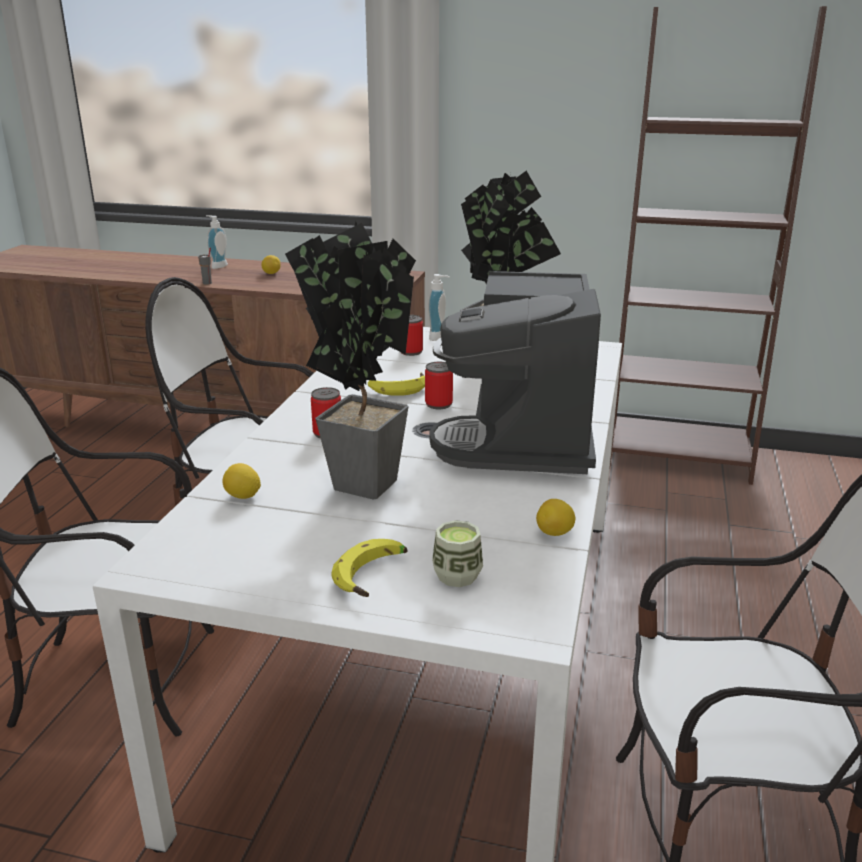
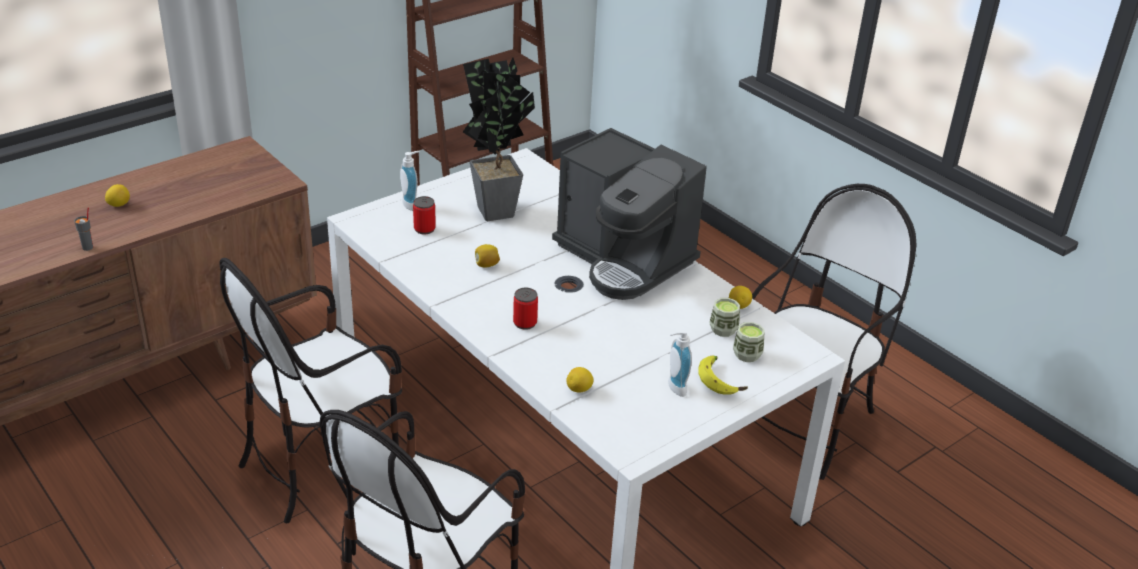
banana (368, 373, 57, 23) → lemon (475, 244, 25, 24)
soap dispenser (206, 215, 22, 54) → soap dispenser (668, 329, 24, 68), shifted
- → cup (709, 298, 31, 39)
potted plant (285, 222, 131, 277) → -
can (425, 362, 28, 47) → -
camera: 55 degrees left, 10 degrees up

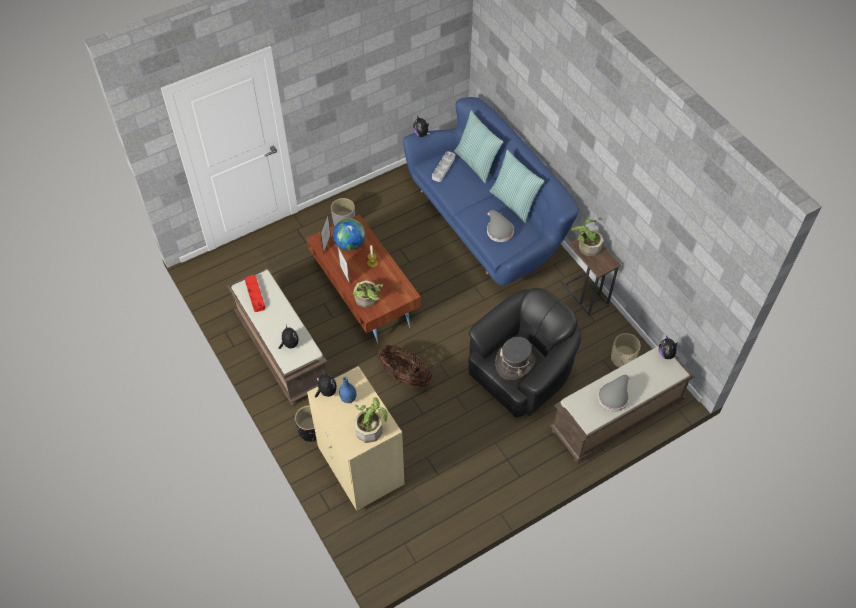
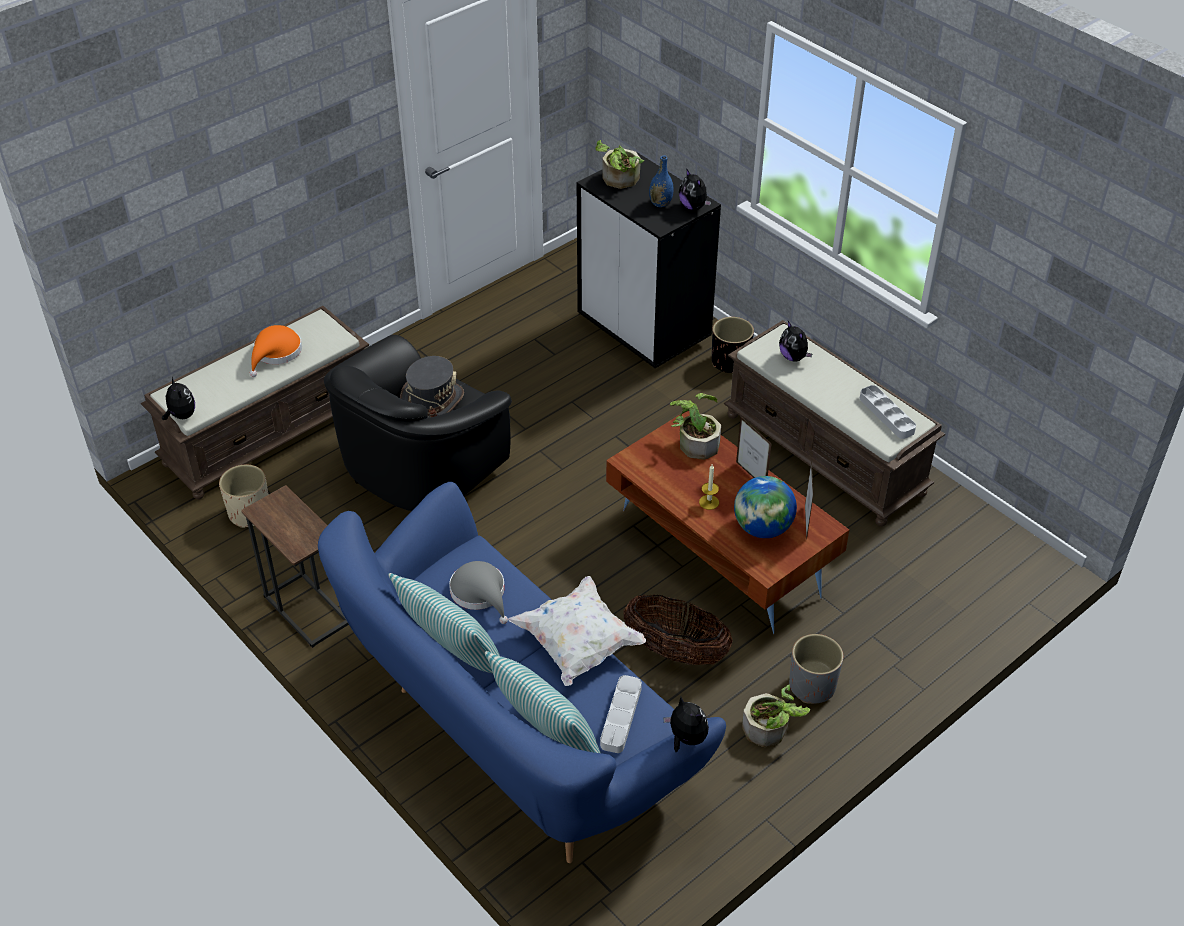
grey hat (598, 375, 31, 37) → orange hat (250, 325, 52, 52)
- → white pillow (508, 576, 138, 110)
beige cabinet (307, 366, 98, 145) → black cabinet (577, 152, 144, 216)
basket (378, 345, 54, 43) → basket (624, 595, 109, 70), shifted
potted plant (572, 219, 32, 37) → potted plant (742, 684, 68, 63), shifted
red tray (245, 275, 20, 37) → grey tray (860, 385, 56, 54)
camera: 170 degrees right, 10 degrees down

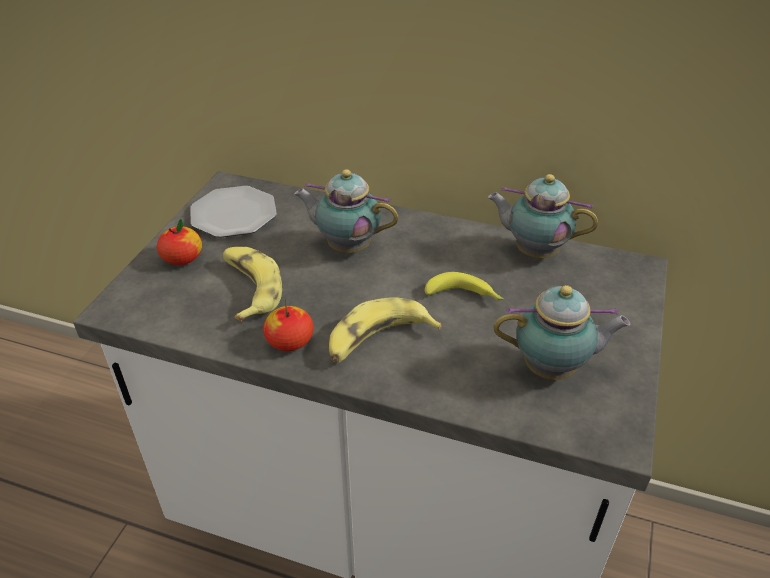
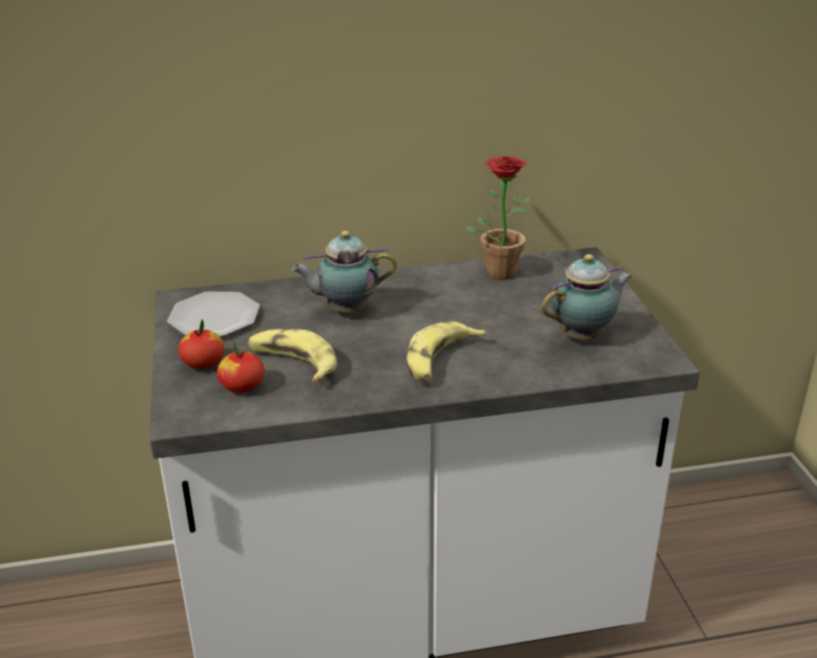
apple (263, 300, 51, 51) → apple (217, 342, 48, 51), shifted
teapot (487, 174, 111, 84) → potted plant (465, 156, 66, 124)
banana (425, 272, 79, 29) → -
camera: 30 degrees left, 10 degrees down

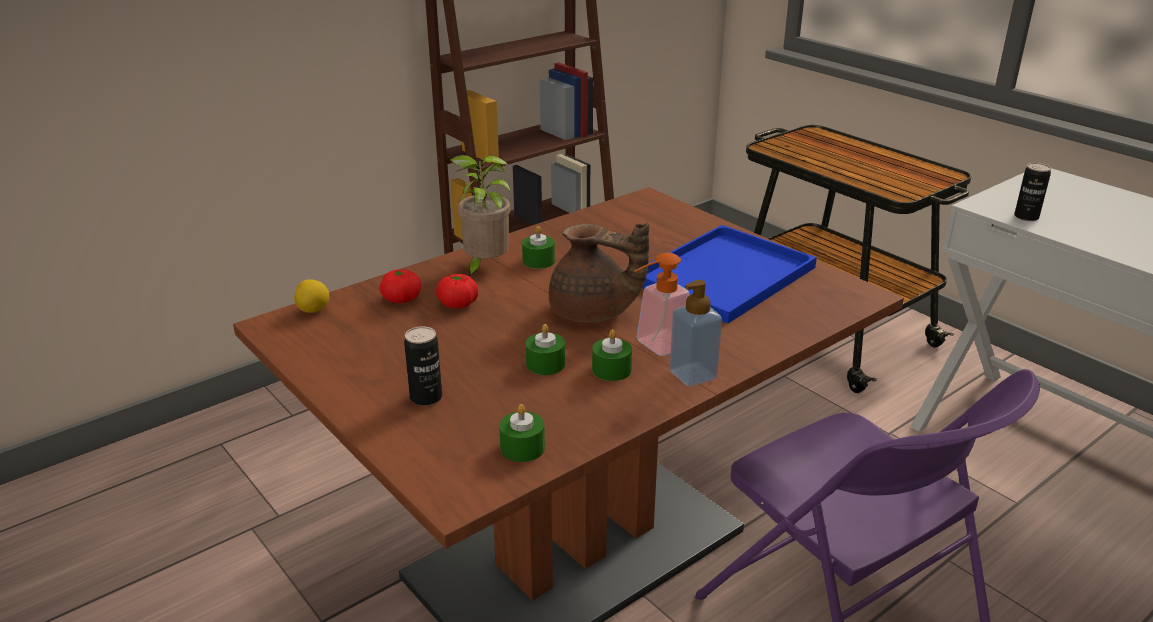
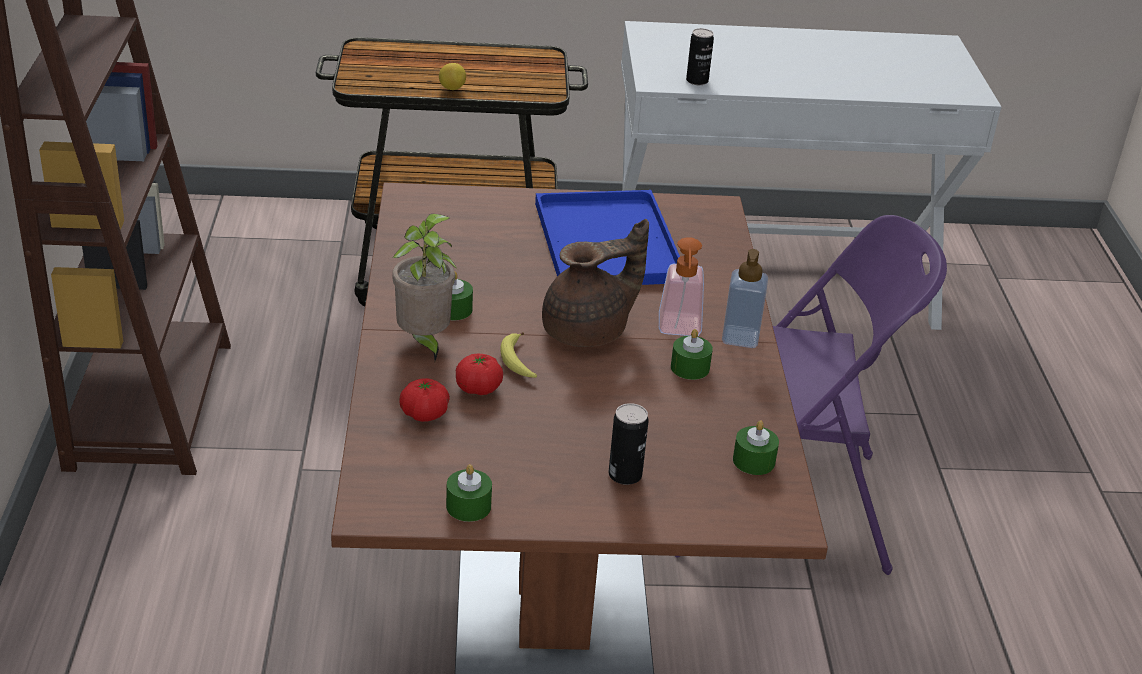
lemon (294, 279, 35, 34) → lemon (439, 63, 27, 27), shifted
green candle (526, 324, 39, 51) → green candle (446, 464, 46, 58), shifted
- → banana (500, 332, 37, 46)
camera: 55 degrees left, 5 degrees up

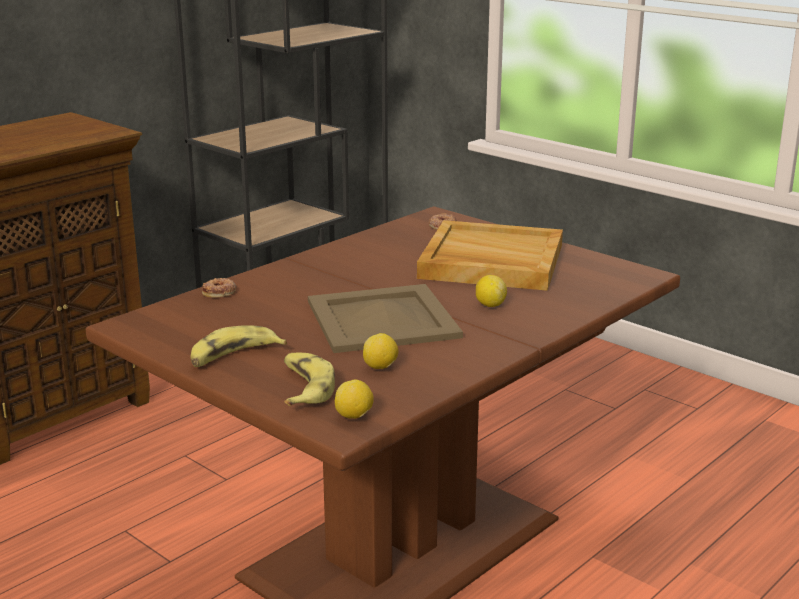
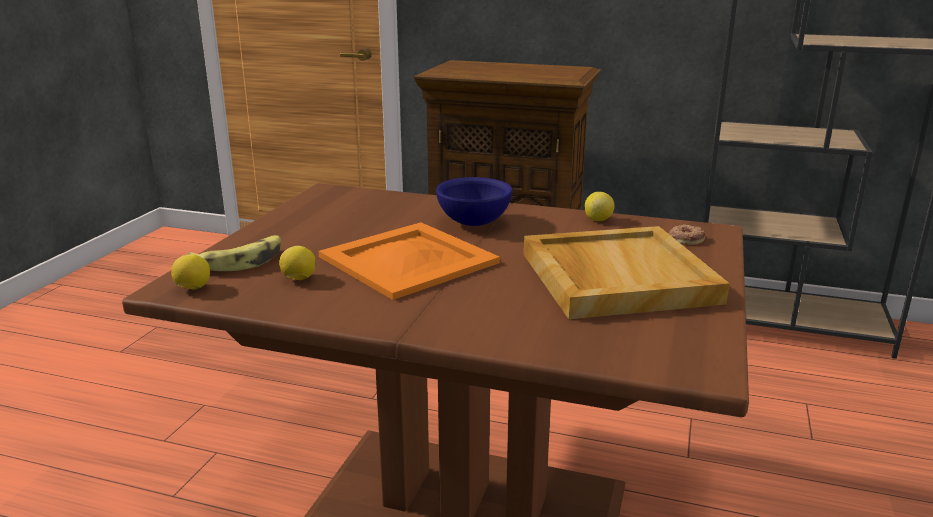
beige tray (308, 284, 155, 69) → orange tray (318, 222, 182, 78)
- → blue bowl (436, 177, 76, 49)
lemon (476, 275, 31, 32) → lemon (585, 192, 30, 29), shifted
banana (191, 325, 96, 42) → -
donut (202, 278, 34, 20) → -
camera: 65 degrees right, 0 degrees up

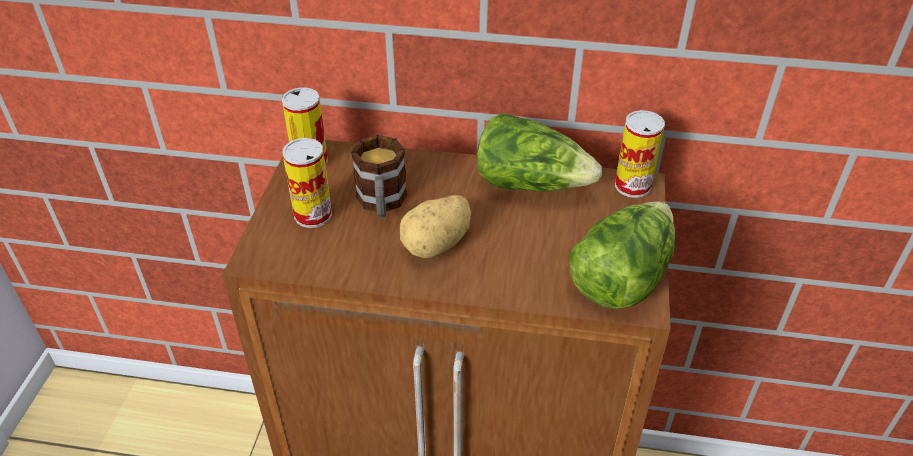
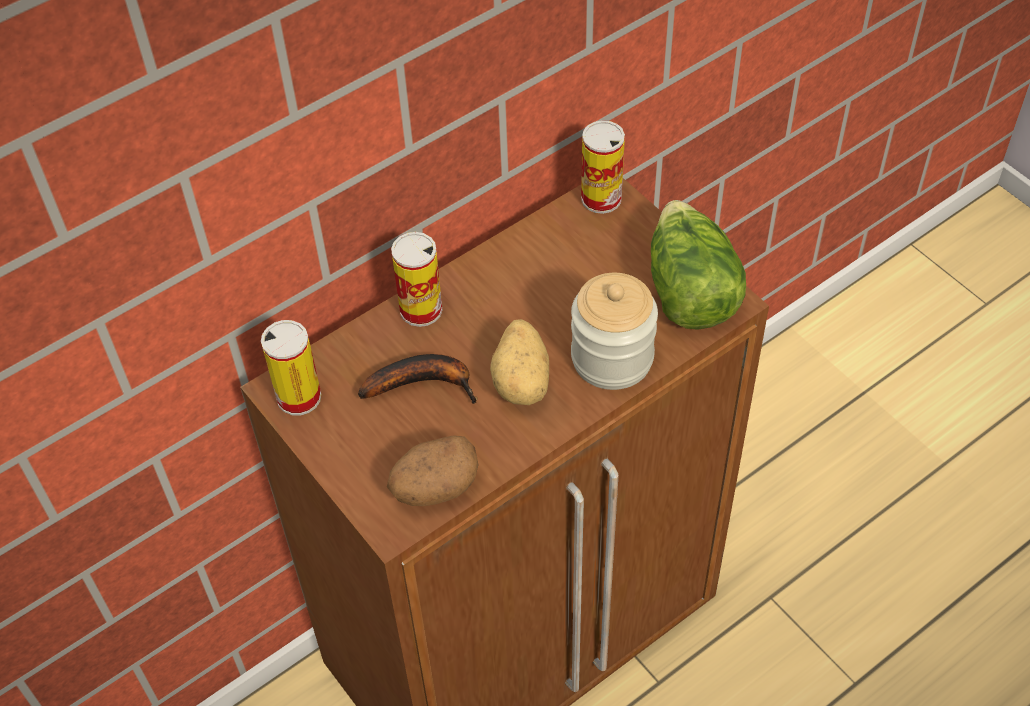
mug (351, 135, 56, 82) → banana (358, 354, 119, 50)
- → potato (387, 435, 91, 71)
can (282, 138, 50, 90) → can (391, 232, 52, 95), shifted
- → jar (571, 273, 87, 117)
lettuce (477, 113, 125, 79) → -
camera: 45 degrees left, 10 degrees up

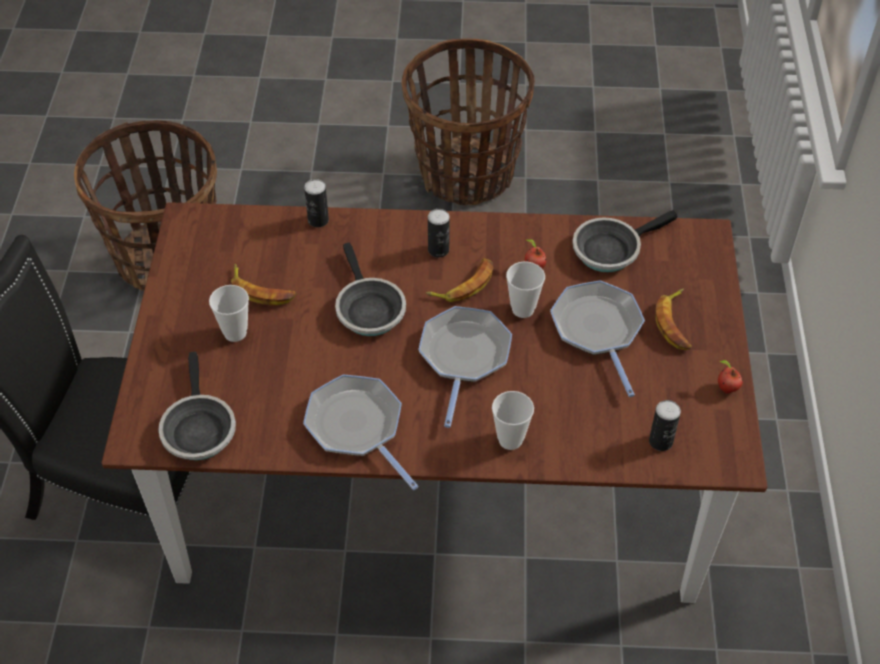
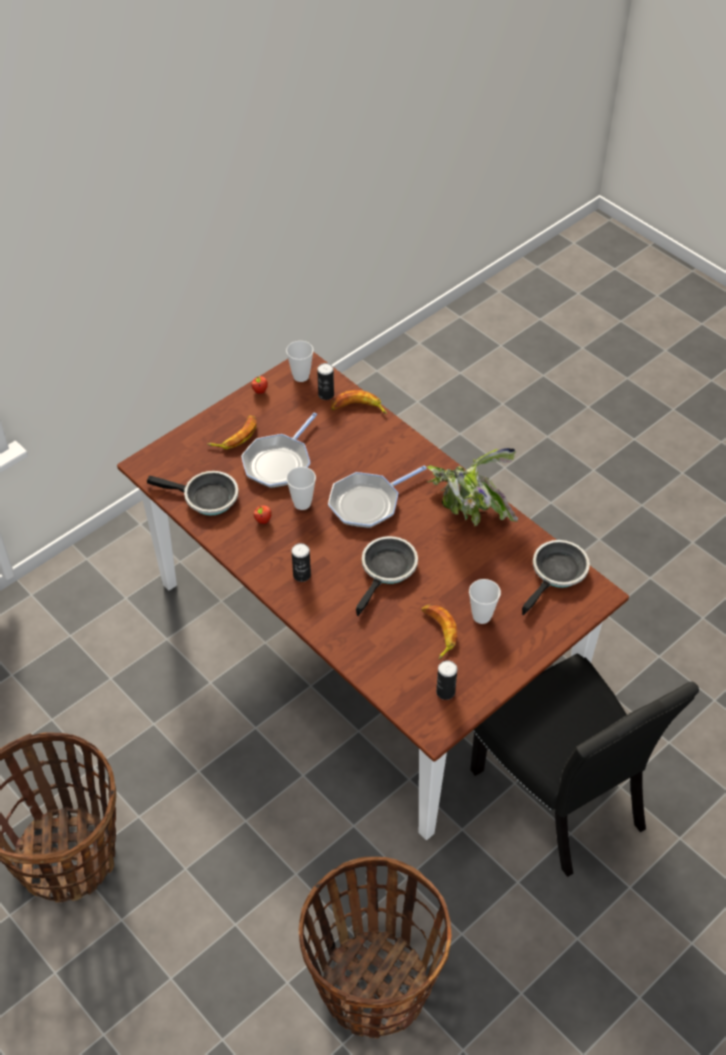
cup (492, 391, 42, 59) → cup (286, 341, 28, 41), shifted
banana (426, 258, 67, 44) → banana (331, 390, 56, 24), shifted
frying pan (303, 374, 116, 116) → potted plant (427, 448, 91, 79)
can (304, 179, 25, 48) → can (436, 660, 21, 40), shifted
camera: 135 degrees left, 0 degrees up

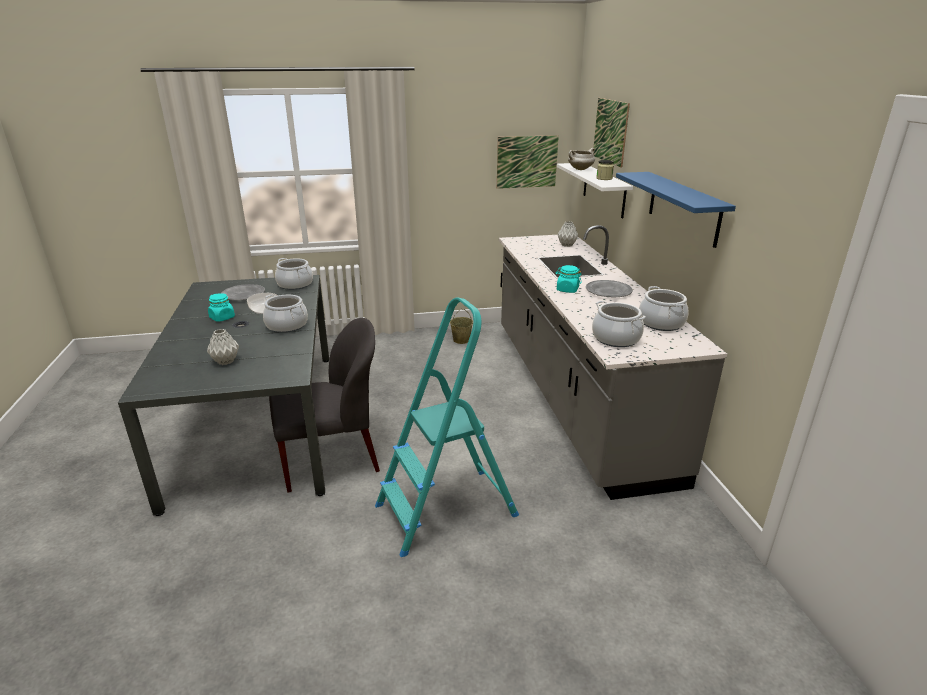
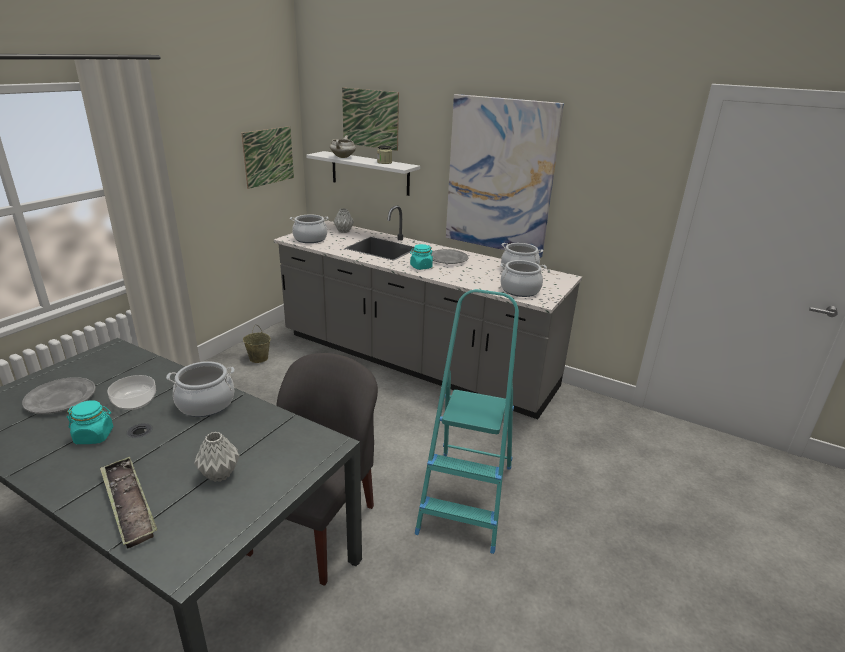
- → tray (100, 456, 58, 93)
cooking pot (275, 258, 38, 32) → cooking pot (290, 215, 38, 28), shifted
blue shelf (616, 172, 120, 76) → picture (446, 94, 118, 164)
camera: 50 degrees left, 0 degrees up

